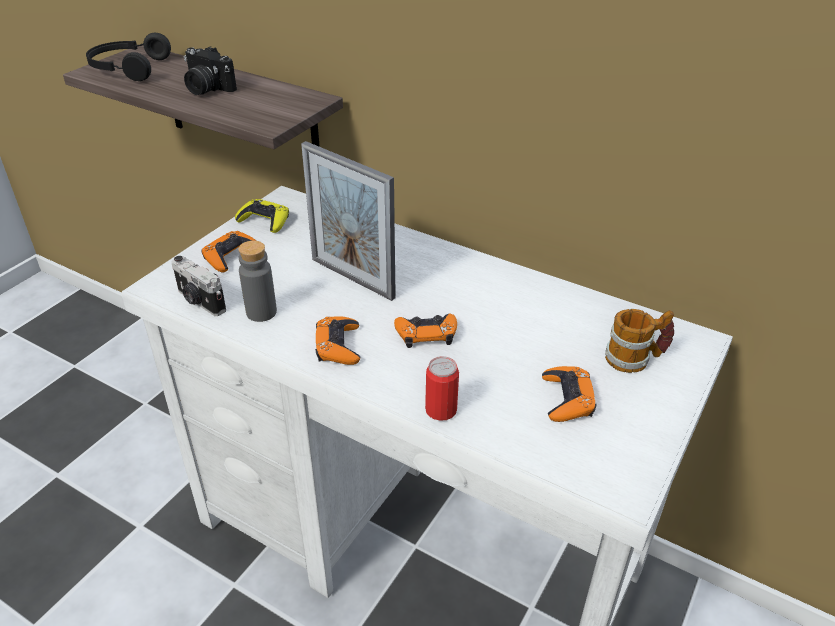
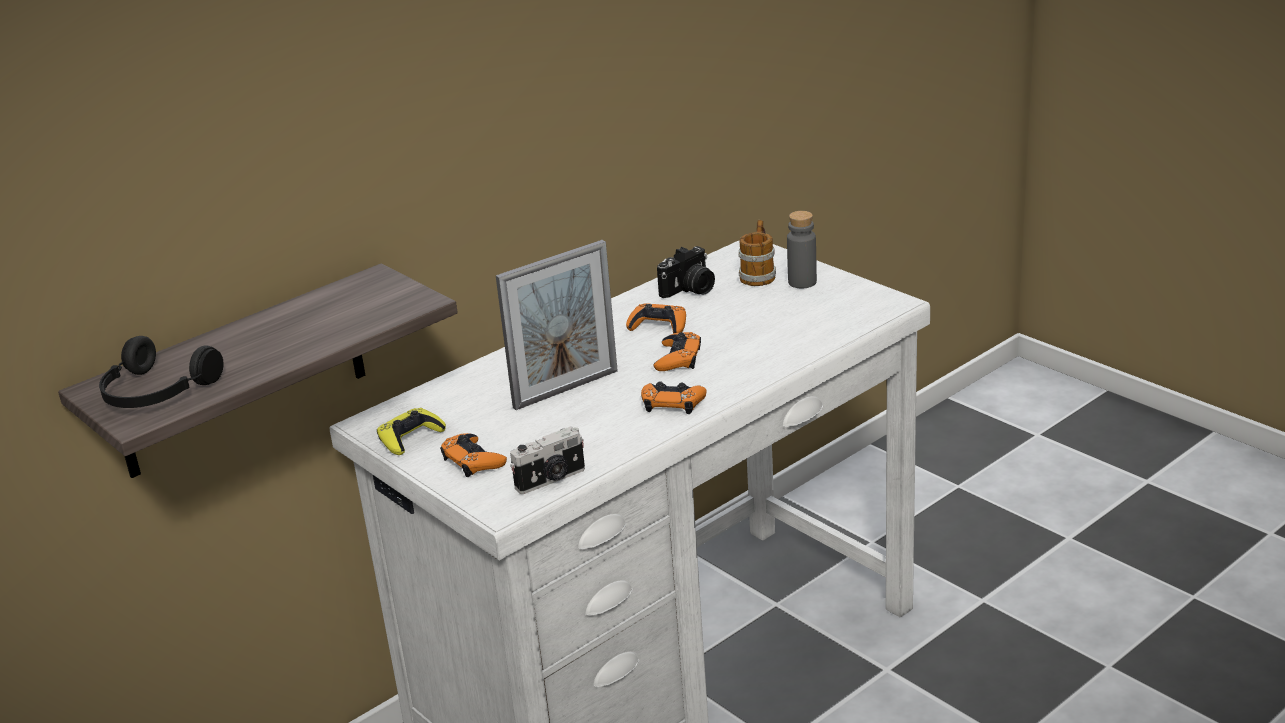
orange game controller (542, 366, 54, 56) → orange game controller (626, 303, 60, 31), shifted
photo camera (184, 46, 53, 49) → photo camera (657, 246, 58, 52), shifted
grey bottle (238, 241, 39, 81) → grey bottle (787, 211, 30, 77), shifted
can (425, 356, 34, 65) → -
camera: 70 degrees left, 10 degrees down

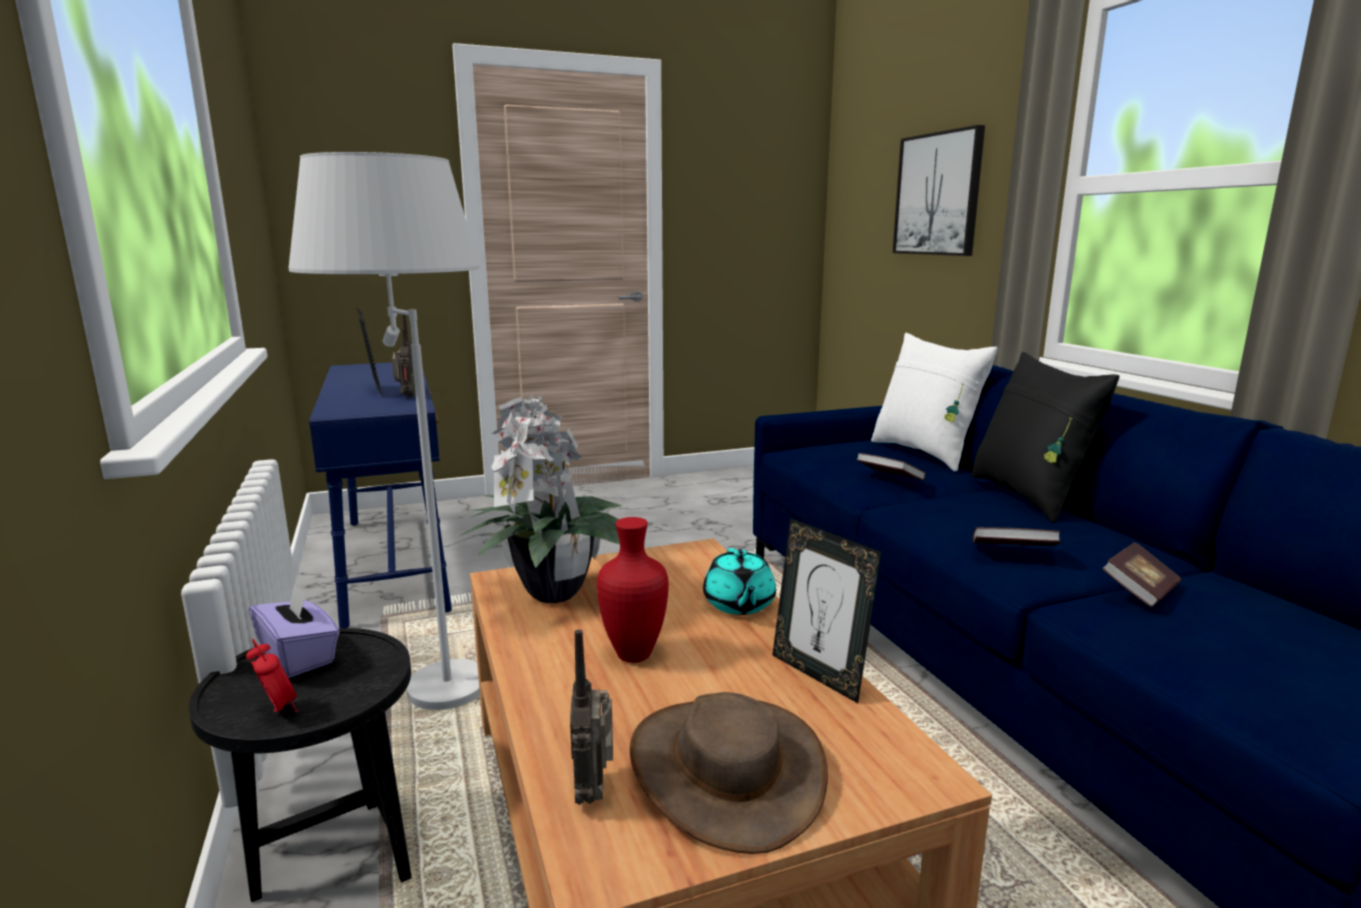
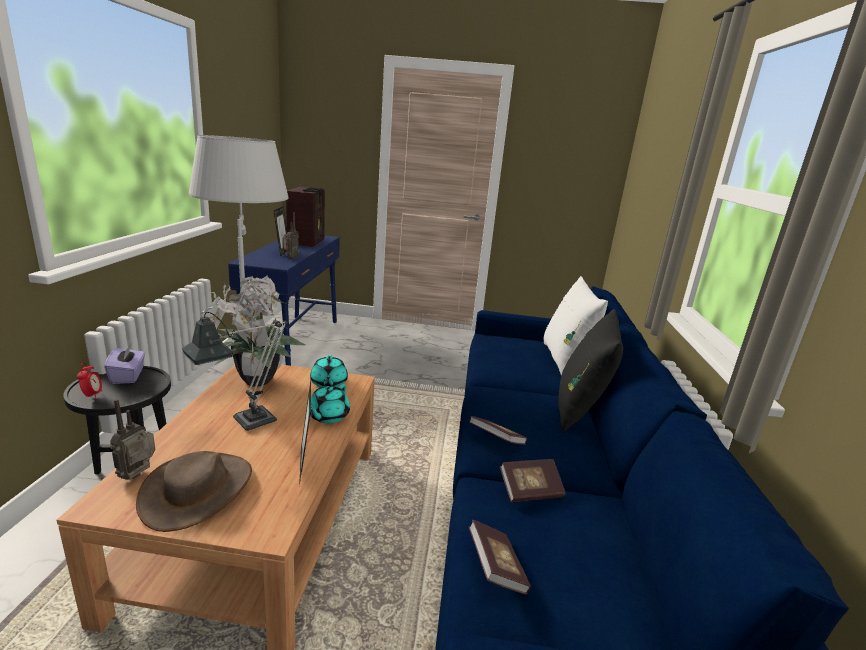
red vase (597, 517, 72, 146) → table lamp (182, 312, 106, 119)
- → radio (286, 187, 39, 61)
- → turquoise teapot (310, 355, 38, 33)
book (856, 453, 70, 27) → book (469, 520, 62, 74), shifted
picture (893, 125, 92, 131) → -
camera: 25 degrees right, 5 degrees up

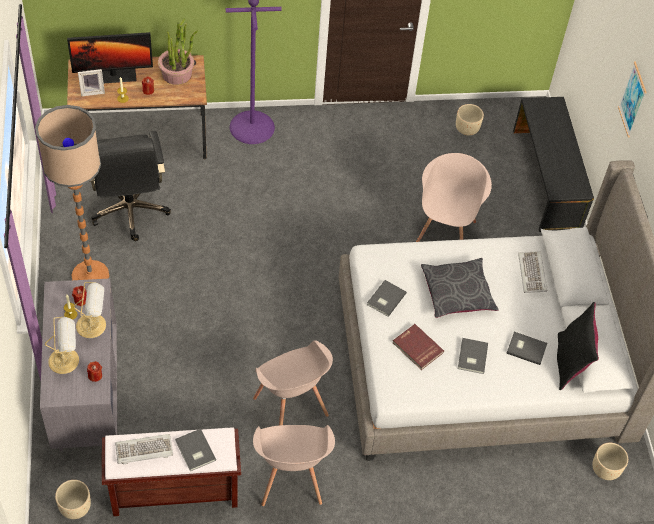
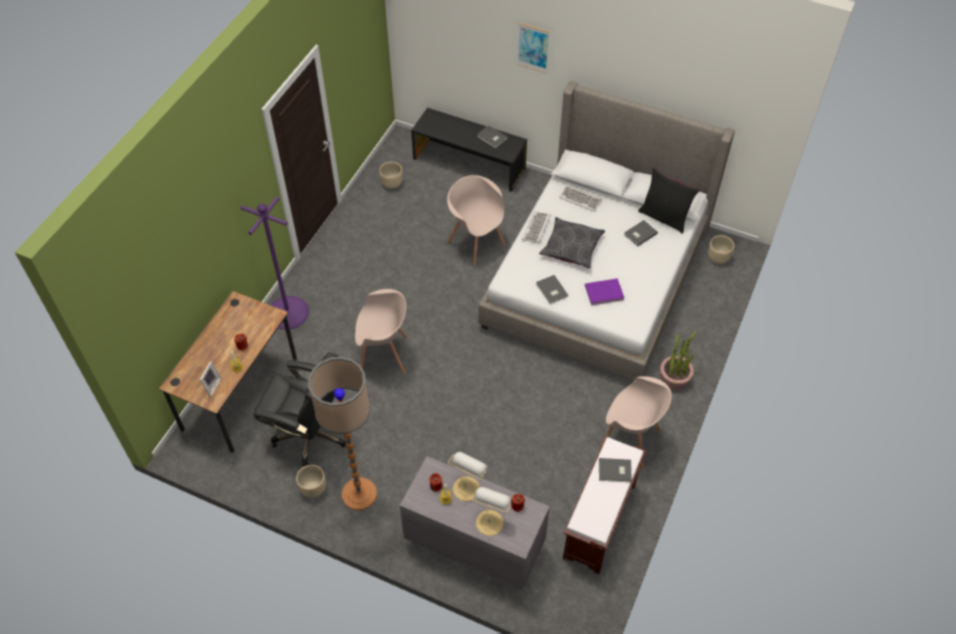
beige planter (55, 480, 36, 39) → beige planter (296, 465, 30, 33), shifted
beige chair (253, 340, 80, 85) → beige chair (355, 289, 52, 85), shifted
grey book (458, 338, 30, 36) → grey book (477, 126, 31, 22), shifted
keyboard (115, 434, 58, 30) → keyboard (522, 211, 29, 32), shifted
red book (393, 324, 51, 46) → purple book (585, 278, 39, 27)
potted plant (158, 19, 40, 66) → potted plant (660, 331, 37, 59), shifted
monitor (67, 32, 86, 51) → -
camera: 55 degrees left, 0 degrees up

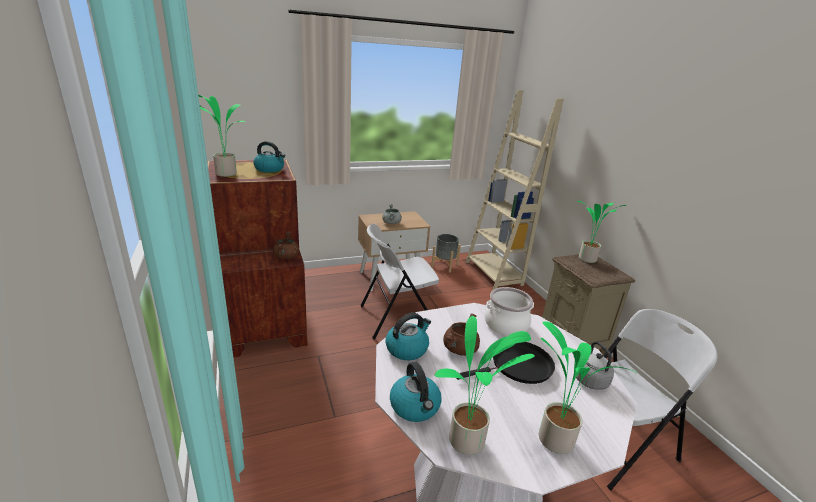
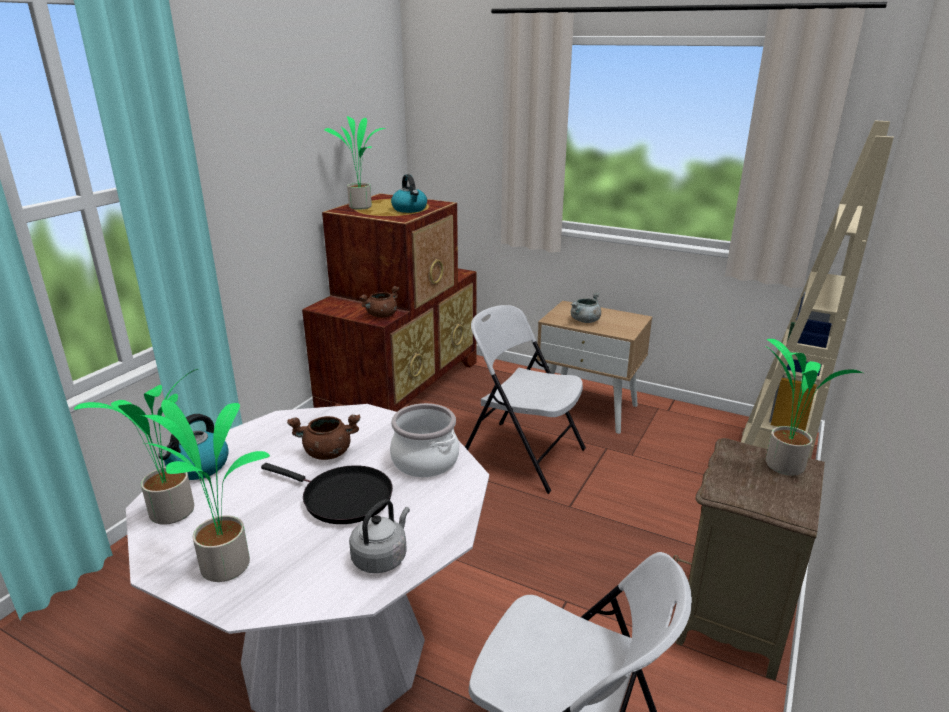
kettle (386, 313, 45, 47) → -
grey planter (431, 234, 30, 39) → -
camera: 50 degrees right, 0 degrees up

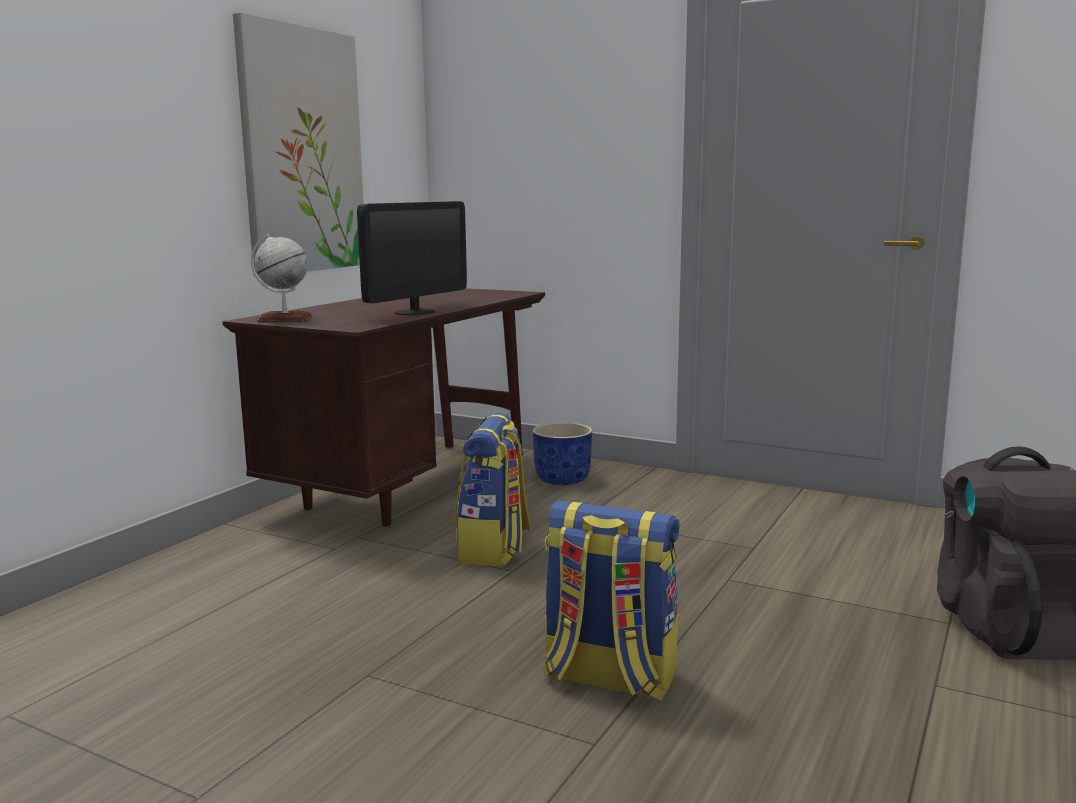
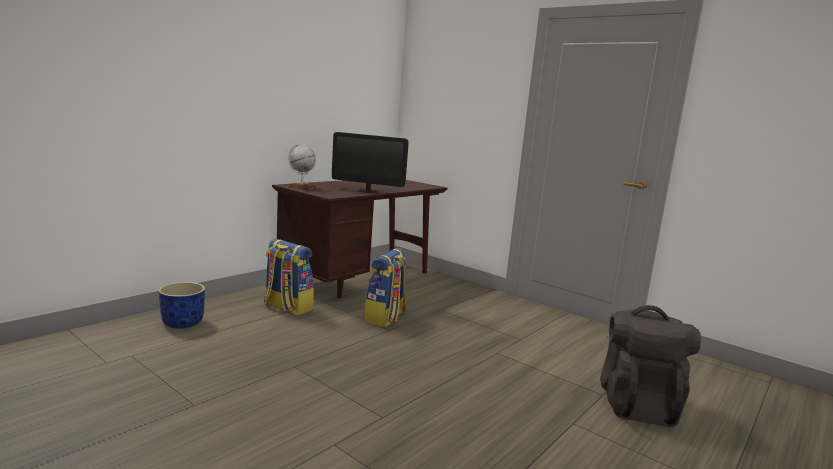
blue planter (533, 422, 59, 63) → blue planter (159, 282, 46, 47), shifted
backpack (543, 500, 137, 201) → backpack (264, 239, 50, 77), shifted
monitor (357, 201, 110, 114) → monitor (332, 132, 77, 61), 60 degrees clockwise
picture (233, 13, 131, 264) → -
camera: 10 degrees right, 0 degrees up

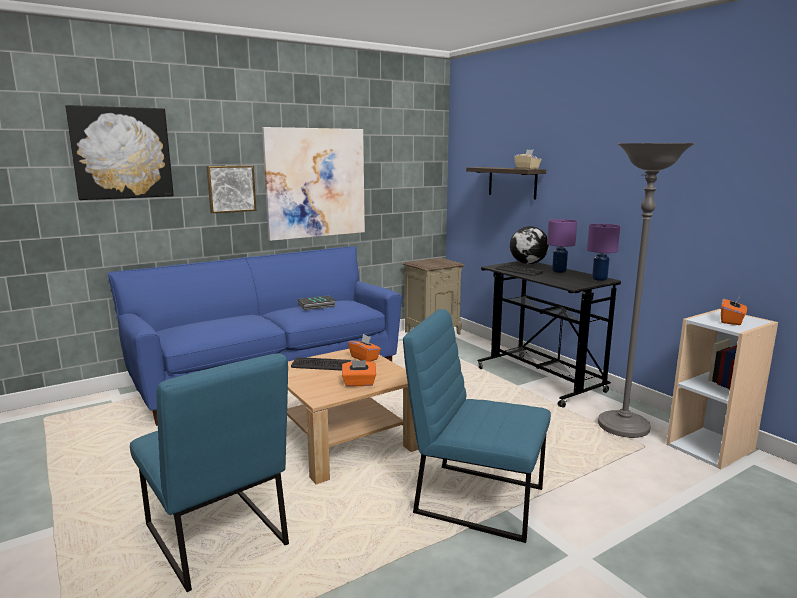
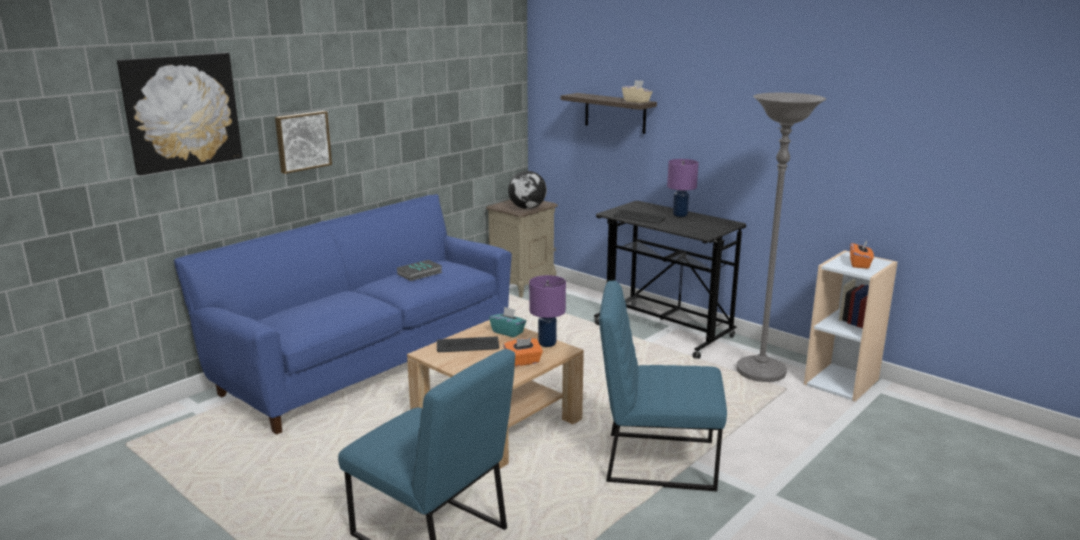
orange tissue box (348, 334, 33, 28) → turquoise tissue box (489, 306, 37, 32)
globe (510, 226, 39, 38) → globe (508, 171, 39, 38), shifted
purple table lamp (587, 224, 33, 57) → purple table lamp (529, 275, 37, 72), shifted
picture (262, 127, 103, 114) → -
camera: 15 degrees left, 5 degrees up

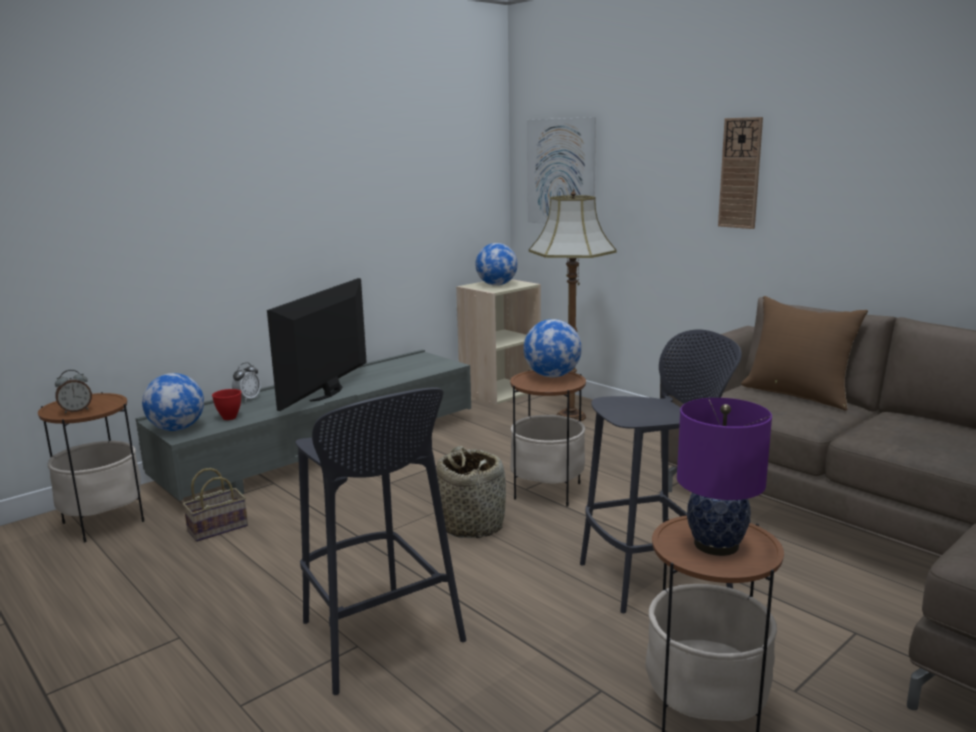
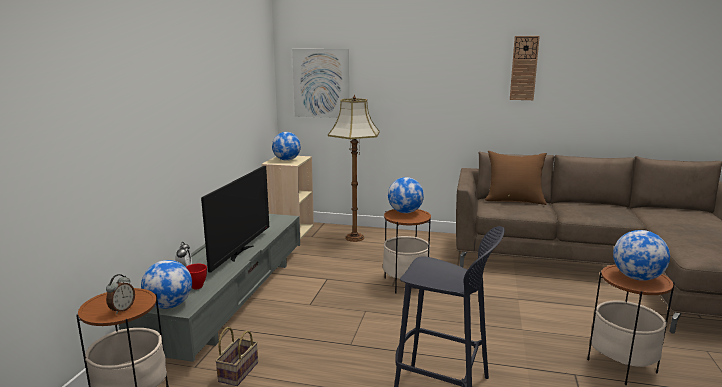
television (267, 278, 100, 133) → television (201, 166, 68, 107), 150 degrees counterclockwise
wall clock (718, 117, 45, 112) → wall clock (510, 36, 30, 64), shifted
purple table lamp (677, 398, 95, 158) → globe (613, 230, 57, 51)
basket (436, 446, 70, 92) → -
grey stool (580, 329, 162, 284) → -
camera: 35 degrees left, 0 degrees up

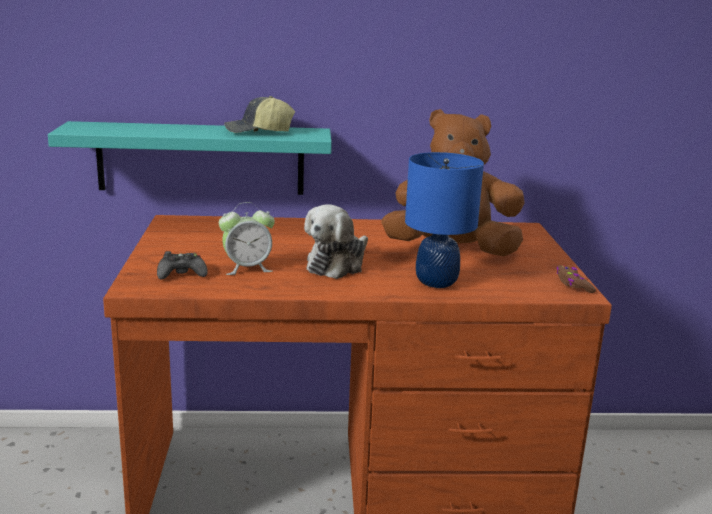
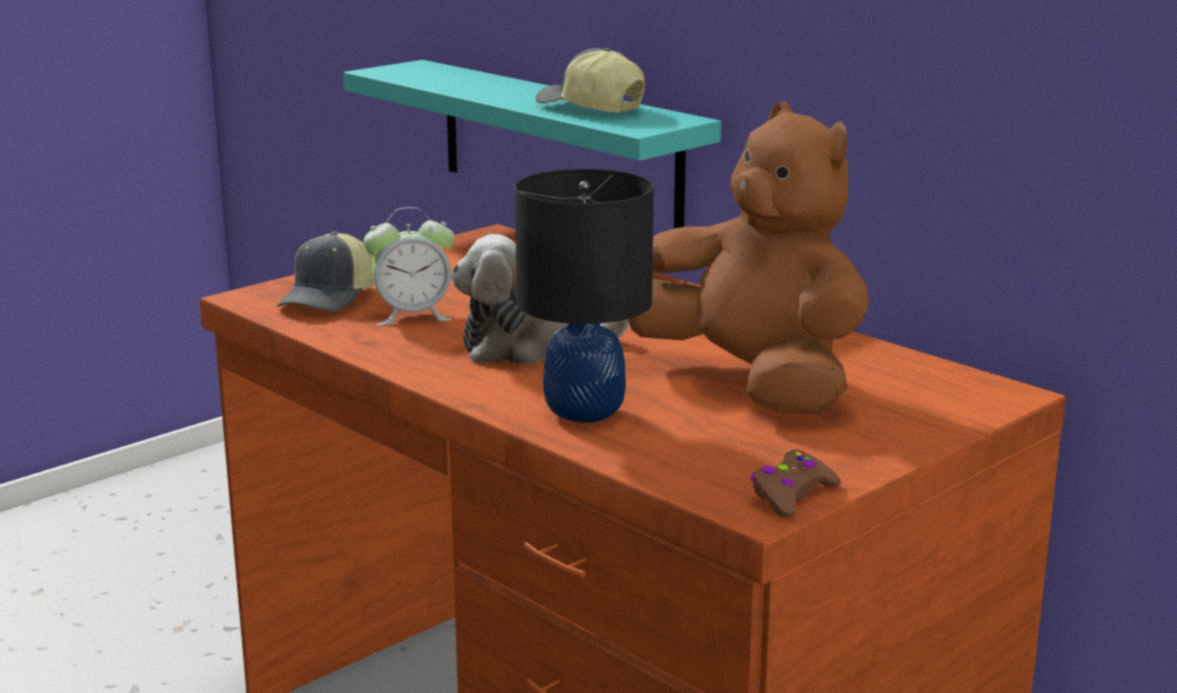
black game controller (157, 251, 51, 28) → cap (277, 231, 96, 80)
alarm clock (219, 202, 56, 73) → alarm clock (364, 207, 91, 119), 45 degrees counterclockwise
blue table lamp (405, 152, 79, 136) → black table lamp (515, 169, 139, 254)
camera: 50 degrees right, 0 degrees up

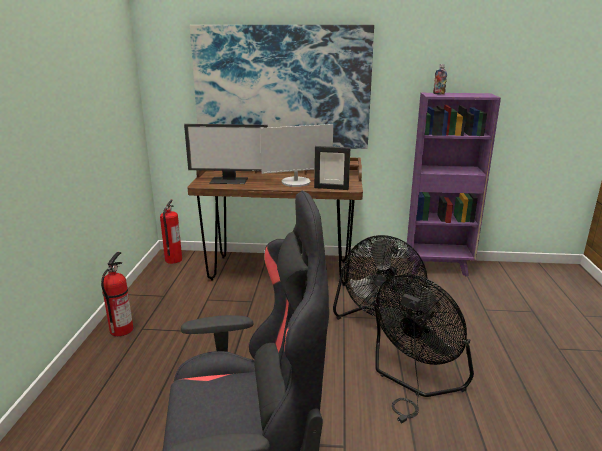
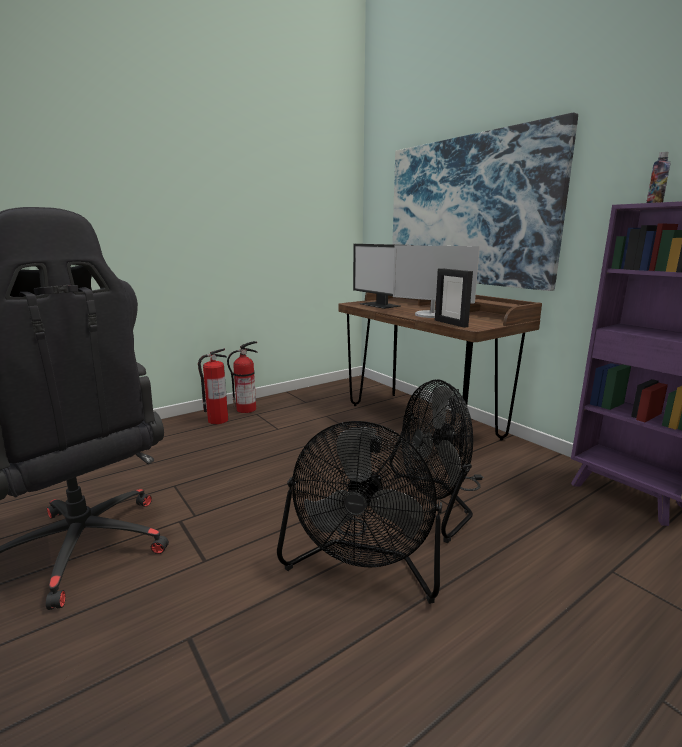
fire extinguisher (160, 199, 22, 65) → fire extinguisher (198, 348, 30, 76), shifted
black fan (372, 275, 102, 148) → black fan (277, 421, 165, 183), 105 degrees clockwise
camera: 50 degrees right, 5 degrees down

